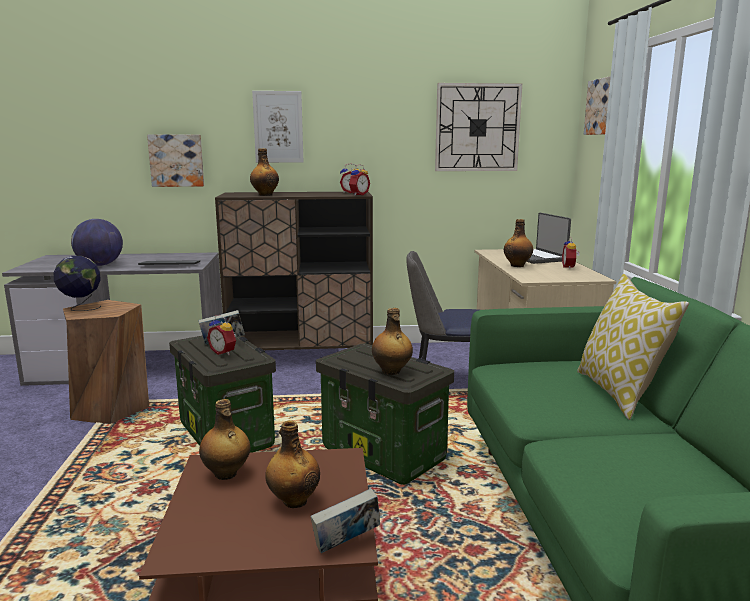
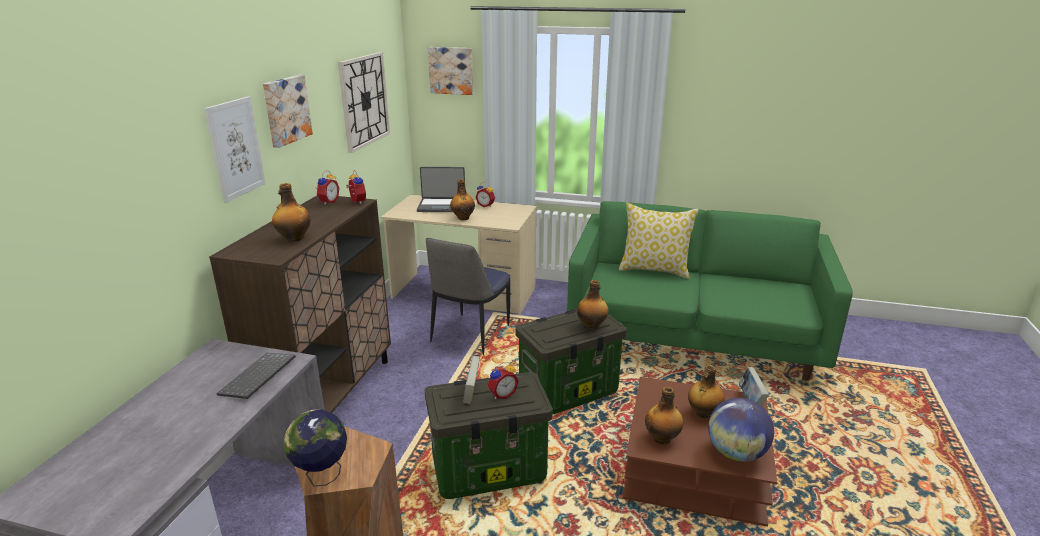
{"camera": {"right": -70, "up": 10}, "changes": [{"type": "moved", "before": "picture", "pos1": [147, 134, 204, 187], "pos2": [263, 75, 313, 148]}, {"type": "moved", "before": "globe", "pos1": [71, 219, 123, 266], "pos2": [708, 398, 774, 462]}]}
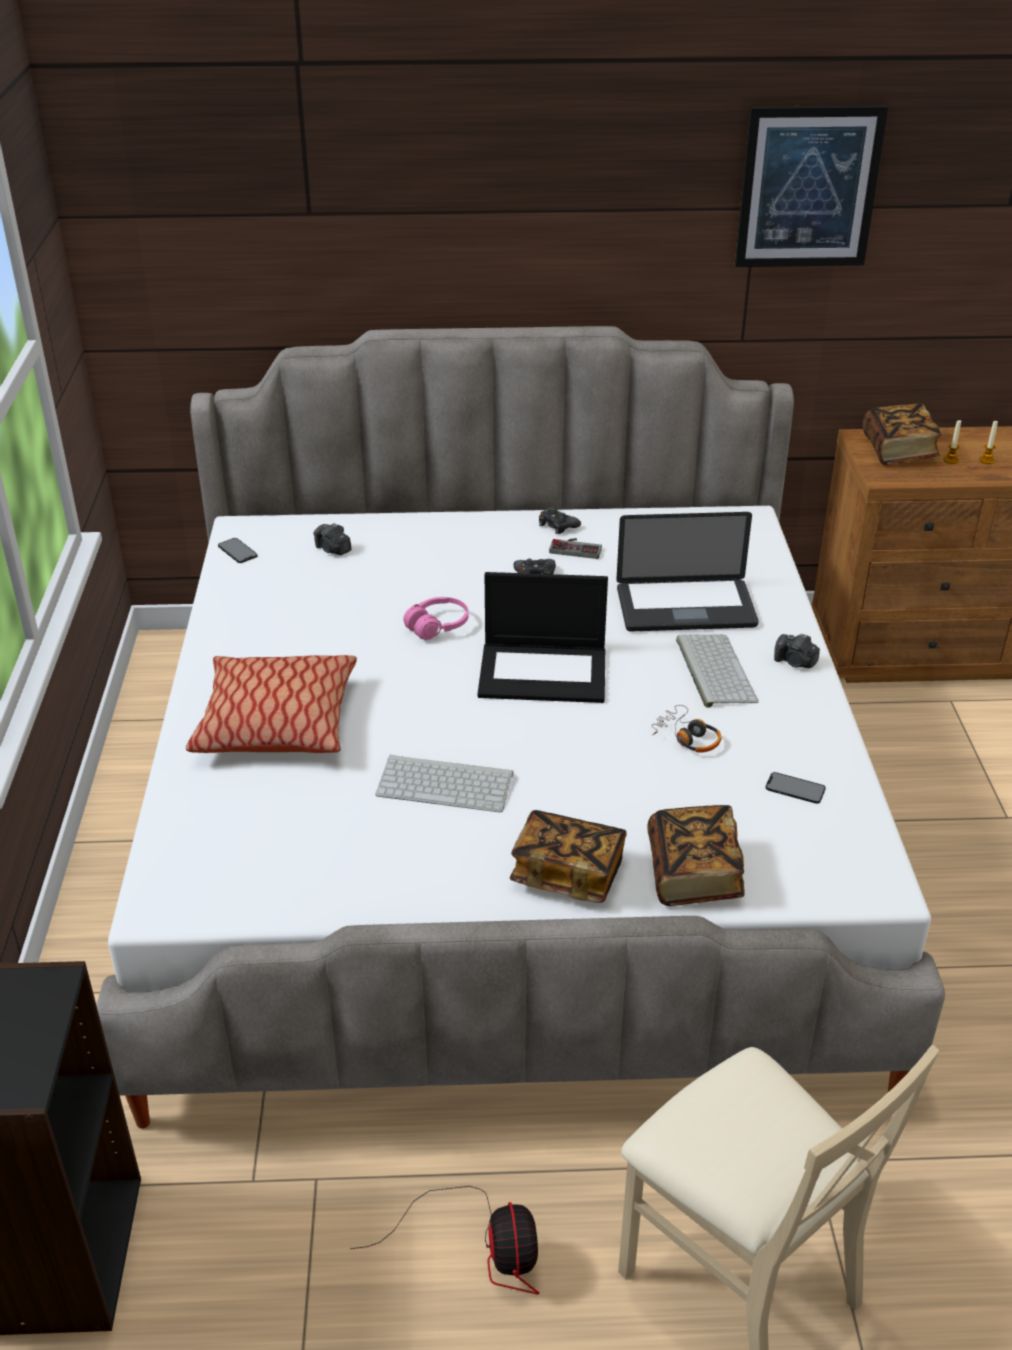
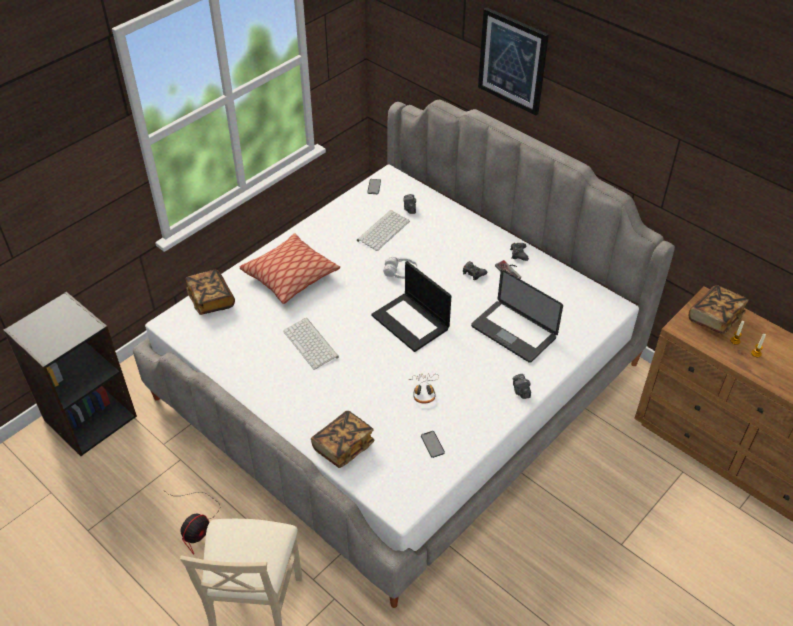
{"camera": {"right": 45, "up": 10}, "changes": [{"type": "moved", "before": "picture", "pos1": [735, 105, 888, 267], "pos2": [478, 7, 549, 116]}, {"type": "recoloured", "before": "headphones (pink)", "after": "headphones (white)", "pos1": [403, 597, 469, 640], "pos2": [383, 257, 418, 279]}, {"type": "moved", "before": "keyboard", "pos1": [676, 634, 759, 708], "pos2": [357, 210, 410, 251]}, {"type": "moved", "before": "book", "pos1": [510, 810, 627, 903], "pos2": [186, 270, 235, 315]}]}
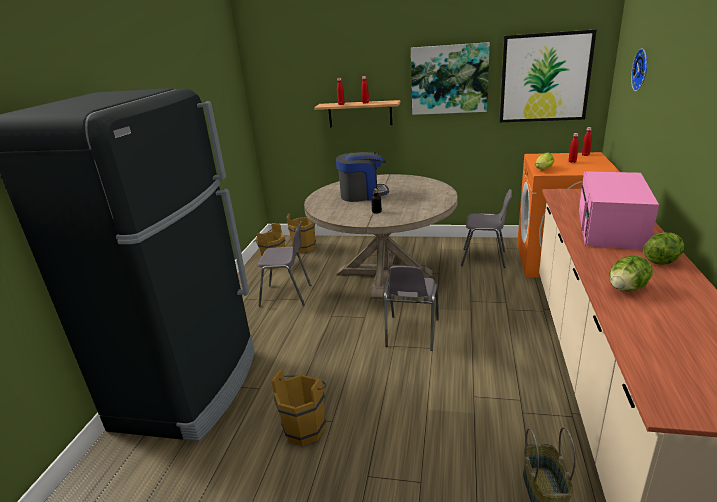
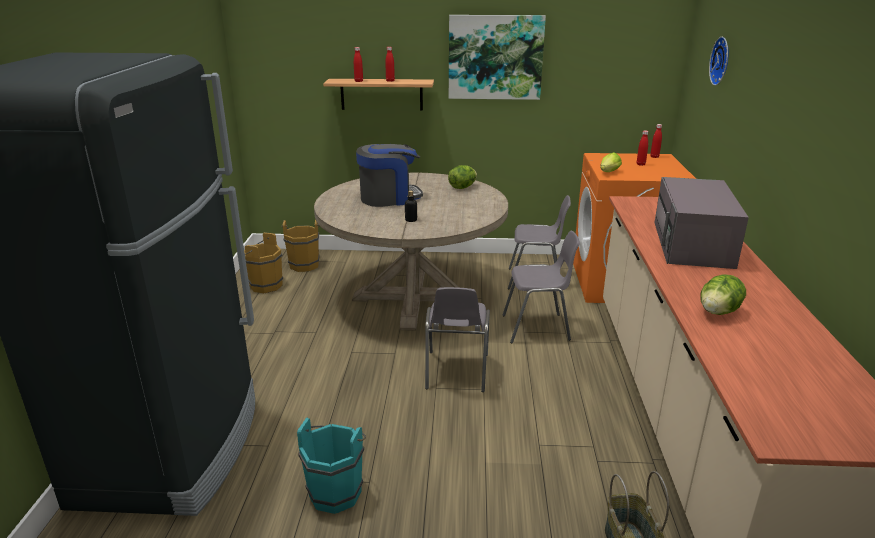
{"camera": {"right": -10, "up": 0}, "changes": [{"type": "removed", "before": "picture", "pos1": [500, 29, 597, 122]}, {"type": "recoloured", "before": "microwave (pink)", "after": "microwave (grey)", "pos1": [579, 171, 659, 250], "pos2": [655, 177, 749, 269]}, {"type": "moved", "before": "chair (grey)", "pos1": [257, 221, 311, 307], "pos2": [502, 231, 580, 343]}, {"type": "moved", "before": "lettuce", "pos1": [643, 232, 684, 265], "pos2": [448, 165, 477, 189]}, {"type": "recoloured", "before": "bucket (brown)", "after": "bucket (turquoise)", "pos1": [271, 369, 326, 446], "pos2": [297, 418, 366, 514]}]}
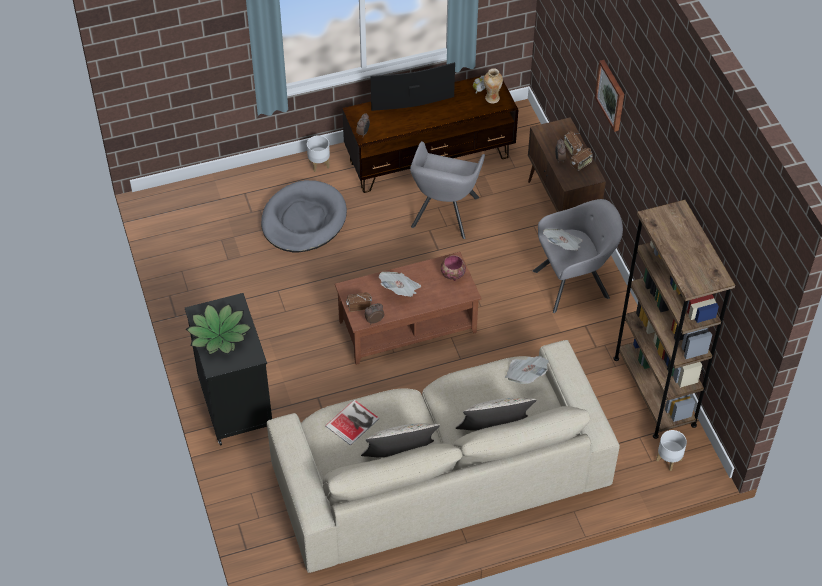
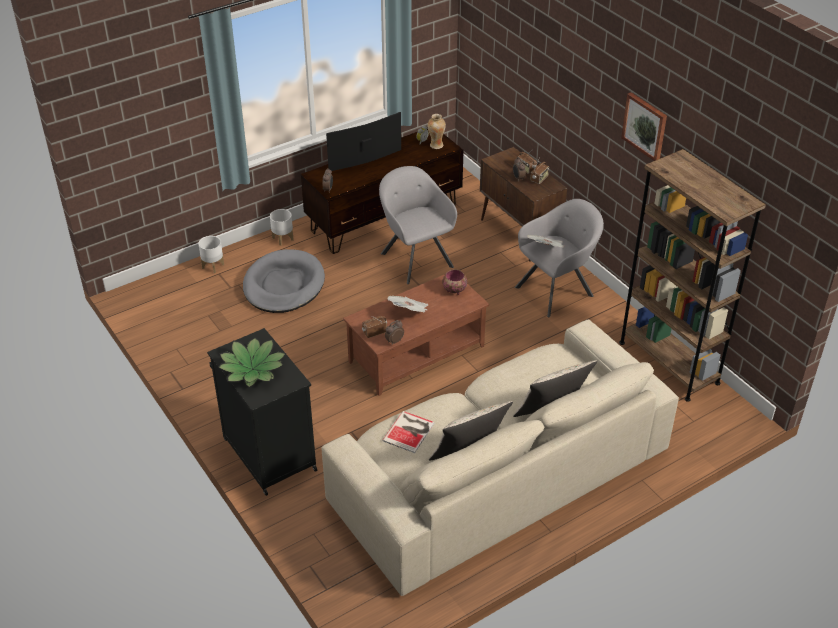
{"camera": {"right": -15, "up": -10}, "changes": [{"type": "moved", "before": "picture", "pos1": [595, 60, 624, 132], "pos2": [621, 92, 667, 161]}, {"type": "turned", "before": "armchair (grey)", "pos1": [410, 141, 485, 239], "pos2": [379, 166, 457, 284], "turn": 150}, {"type": "removed", "before": "newspaper", "pos1": [505, 356, 549, 384]}, {"type": "moved", "before": "planter (white)", "pos1": [656, 430, 687, 471], "pos2": [198, 236, 224, 273]}]}
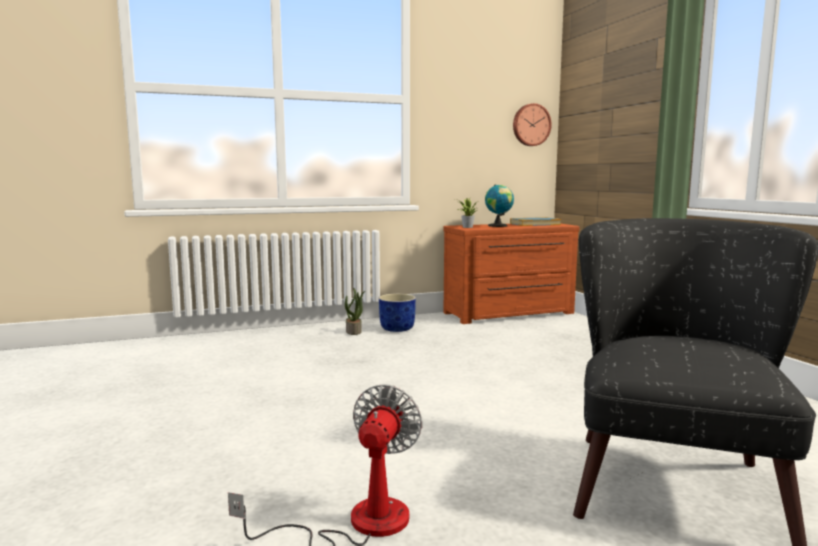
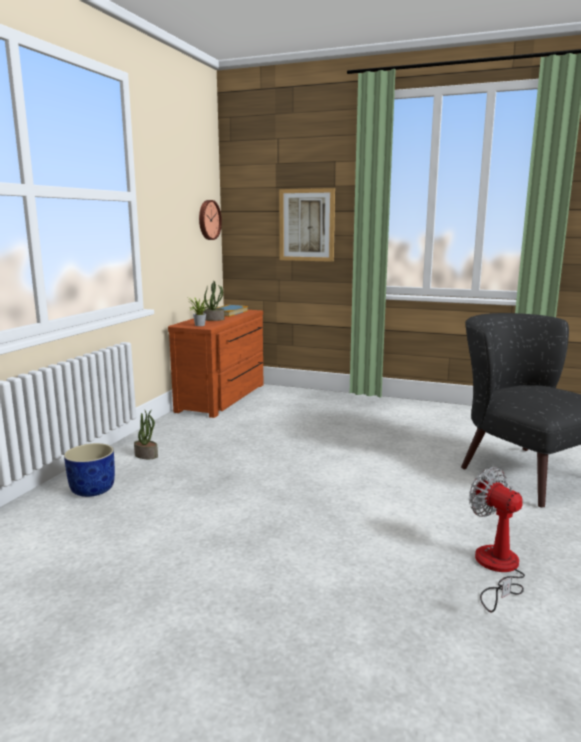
{"camera": {"right": -50, "up": 5}, "changes": [{"type": "replaced", "before": "globe", "after": "potted plant", "pos1": [485, 184, 514, 227], "pos2": [203, 281, 225, 321]}, {"type": "moved", "before": "planter (blue)", "pos1": [379, 294, 416, 332], "pos2": [64, 443, 115, 497]}, {"type": "added", "after": "picture", "pos2": [279, 188, 335, 262]}]}
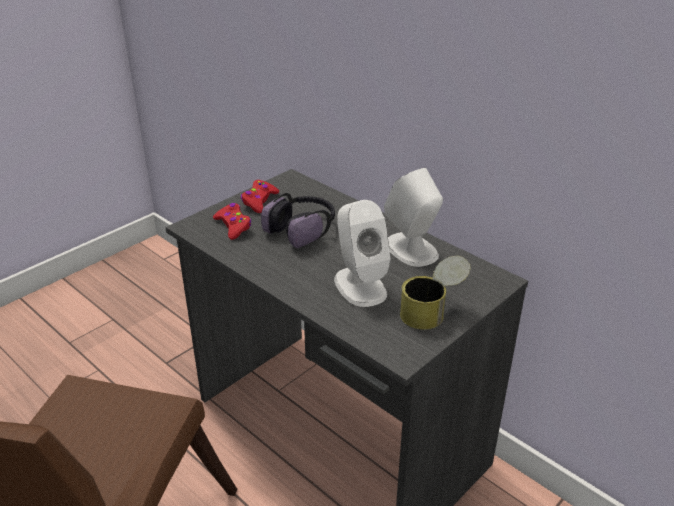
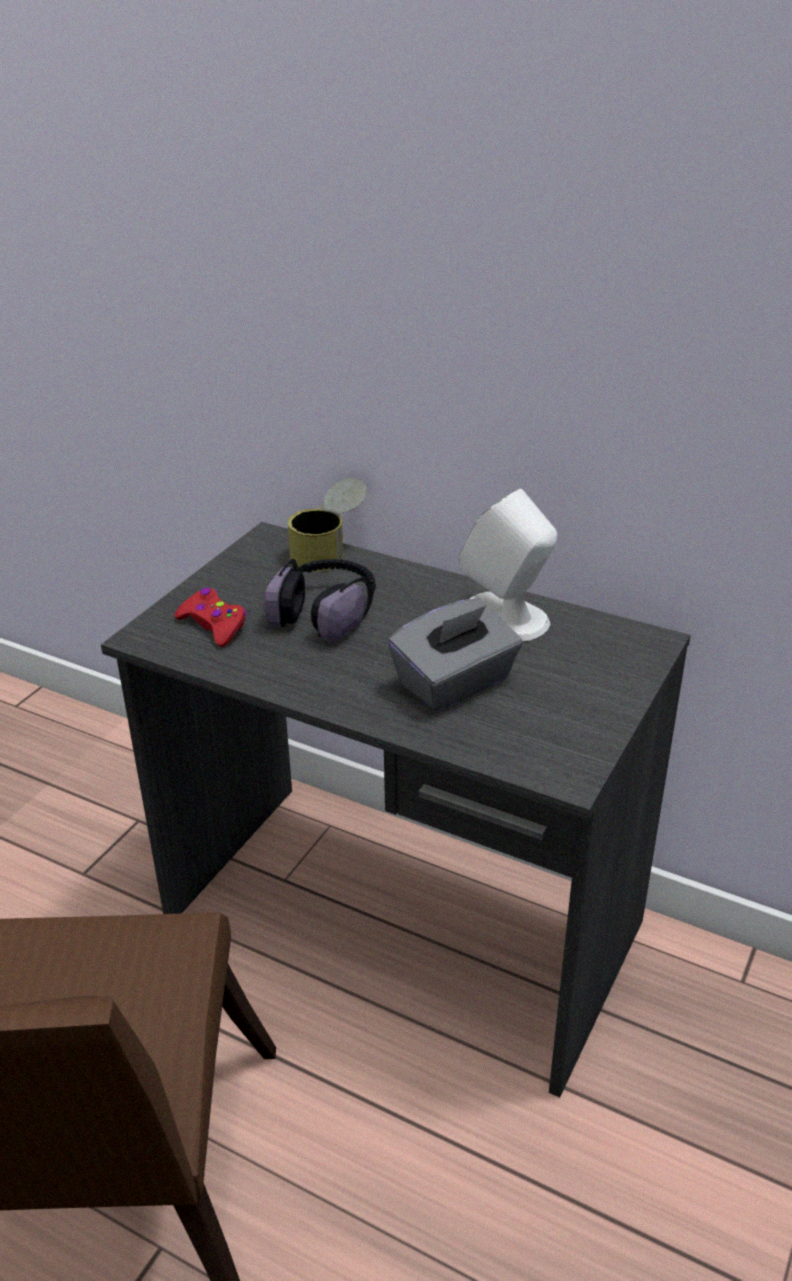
{"camera": {"right": -15, "up": 0}, "changes": [{"type": "removed", "before": "game controller (red)", "pos1": [241, 180, 279, 213]}, {"type": "replaced", "before": "speaker (white)", "after": "tissue box (grey)", "pos1": [334, 200, 391, 307], "pos2": [388, 599, 523, 712]}, {"type": "moved", "before": "can", "pos1": [400, 256, 471, 330], "pos2": [287, 478, 367, 572]}]}
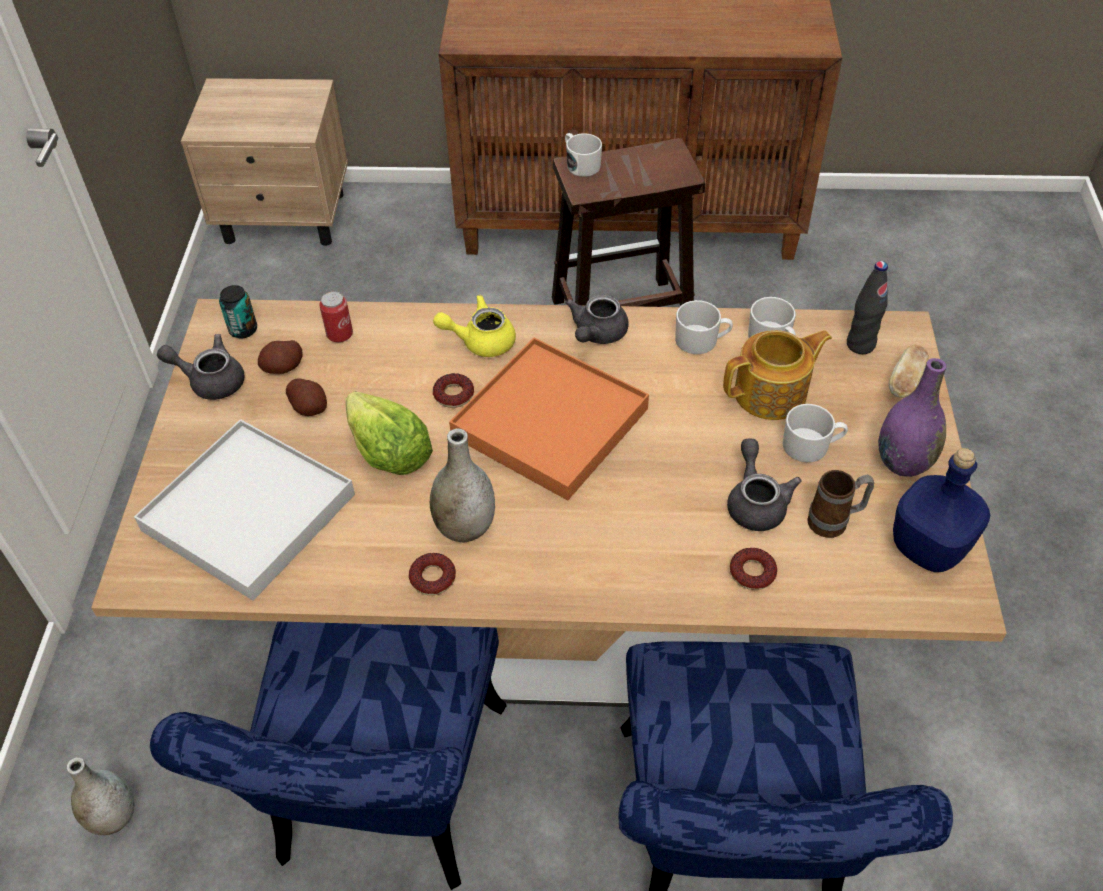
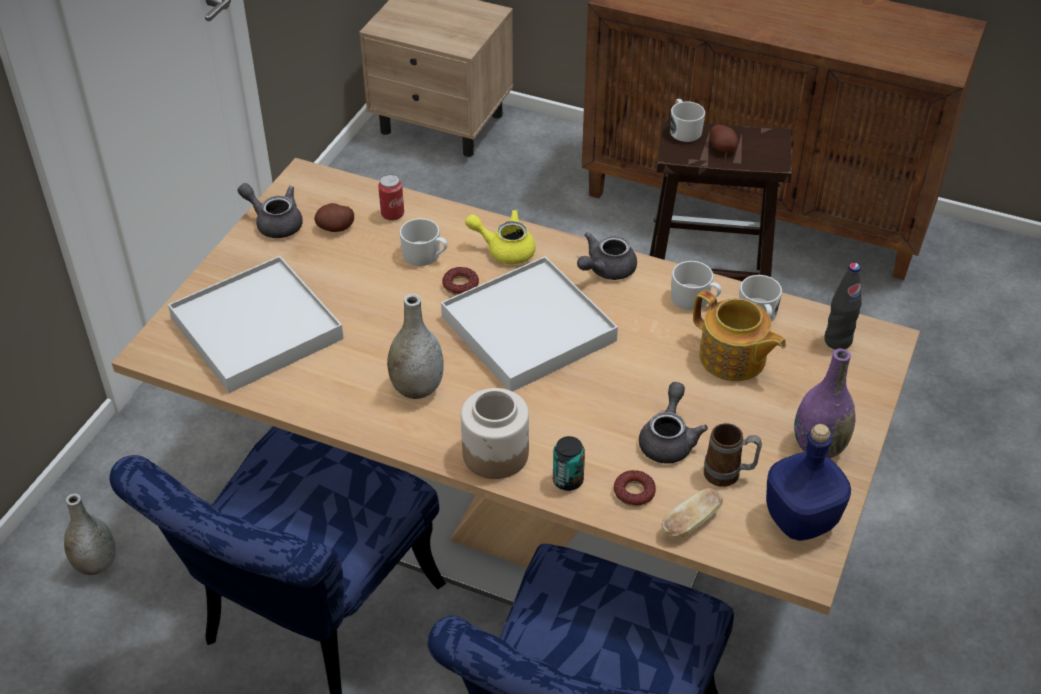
{"camera": {"right": 20, "up": -5}, "changes": [{"type": "moved", "before": "can", "pos1": [219, 285, 257, 339], "pos2": [553, 436, 585, 491]}, {"type": "turned", "before": "teapot", "pos1": [723, 330, 832, 420], "pos2": [693, 290, 786, 381], "turn": 45}, {"type": "recoloured", "before": "tray (orange)", "after": "tray (white)", "pos1": [449, 338, 649, 501], "pos2": [441, 256, 618, 392]}, {"type": "moved", "before": "bread", "pos1": [889, 345, 929, 398], "pos2": [661, 488, 723, 538]}, {"type": "moved", "before": "potato", "pos1": [286, 378, 327, 416], "pos2": [710, 124, 738, 153]}, {"type": "removed", "before": "lettuce", "pos1": [345, 392, 433, 475]}, {"type": "moved", "before": "mug (white)", "pos1": [782, 404, 848, 462], "pos2": [399, 218, 447, 266]}, {"type": "removed", "before": "donut", "pos1": [409, 553, 456, 595]}, {"type": "added", "after": "jar", "pos2": [461, 388, 529, 479]}]}
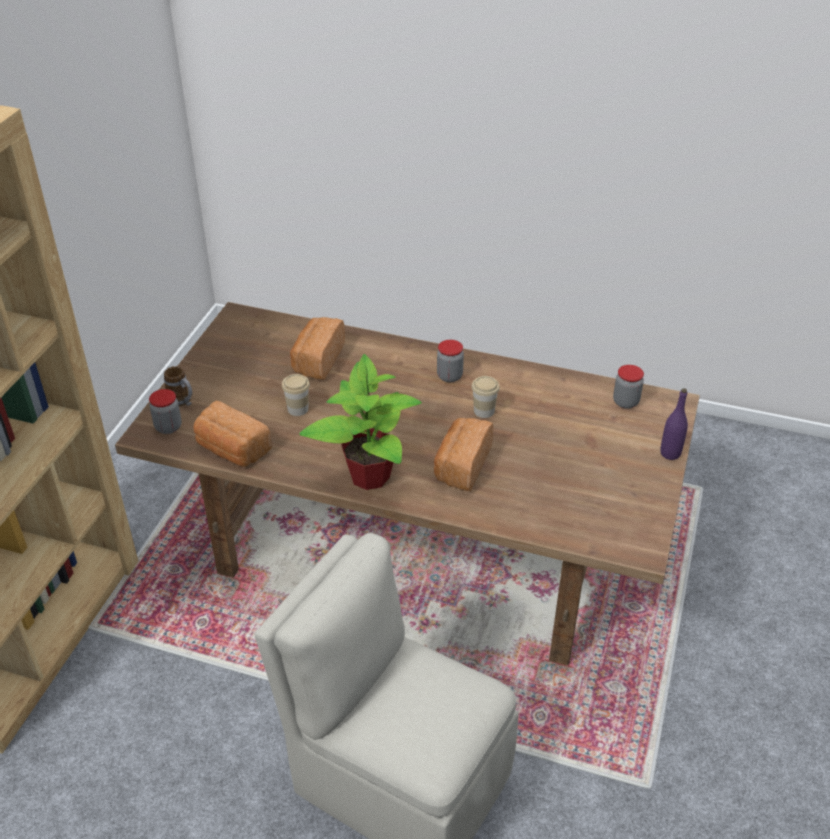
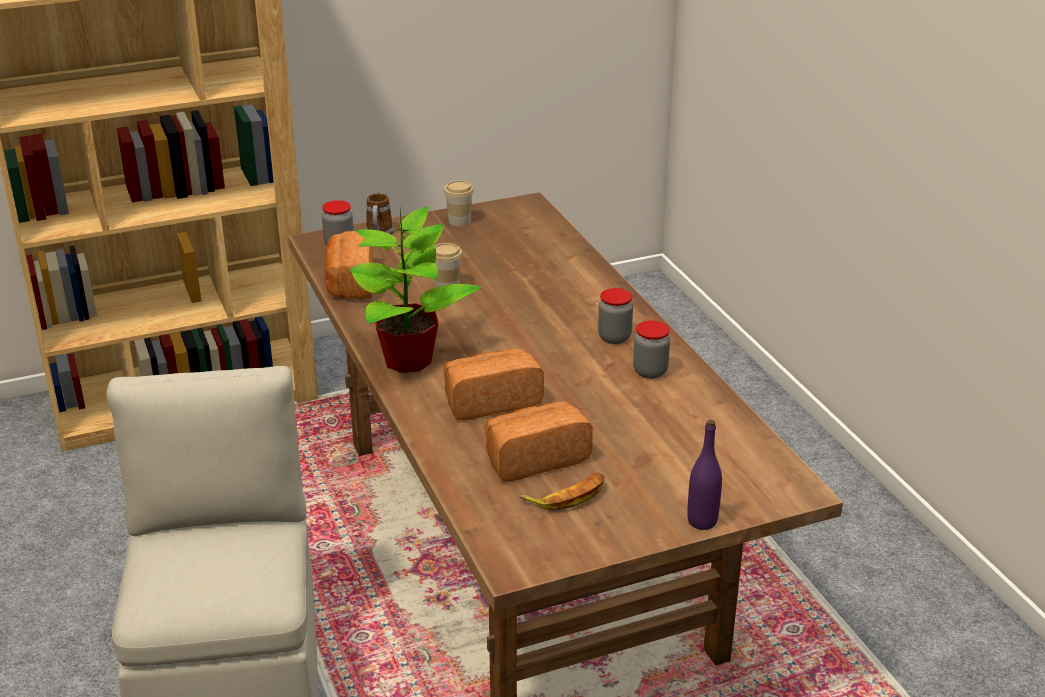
{"camera": {"right": 50, "up": -10}, "changes": [{"type": "moved", "before": "bread", "pos1": [290, 317, 345, 380], "pos2": [485, 401, 593, 482]}, {"type": "moved", "before": "jar", "pos1": [613, 365, 644, 409], "pos2": [633, 320, 670, 379]}, {"type": "moved", "before": "cup", "pos1": [471, 376, 500, 418], "pos2": [444, 180, 474, 226]}, {"type": "added", "after": "banana", "pos2": [520, 472, 605, 510]}]}
